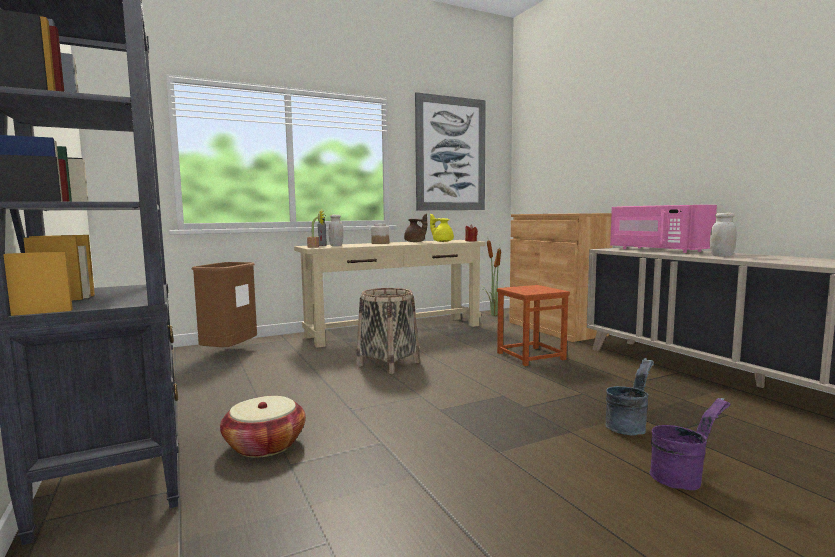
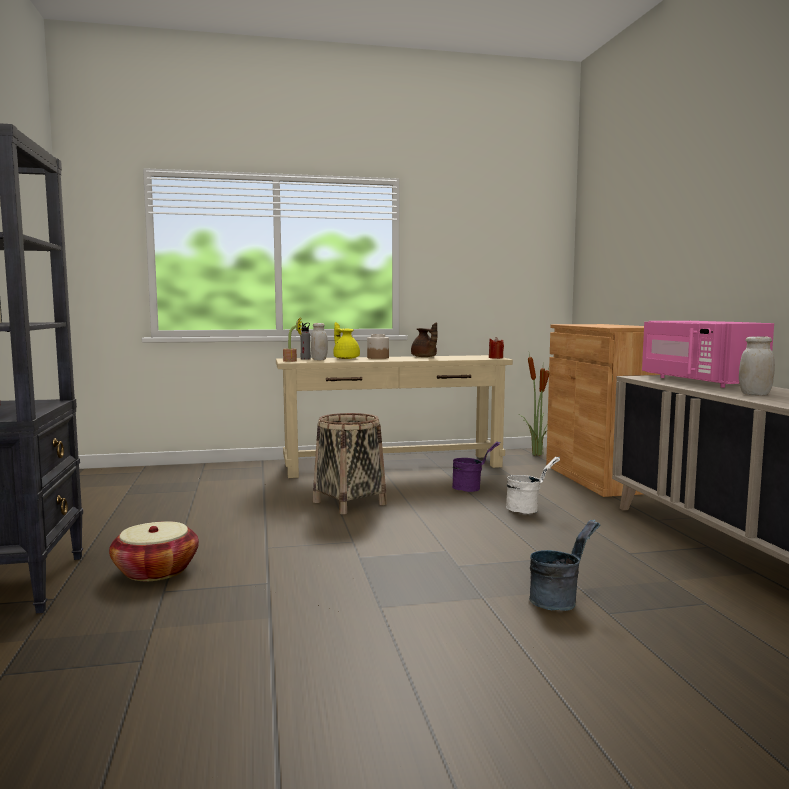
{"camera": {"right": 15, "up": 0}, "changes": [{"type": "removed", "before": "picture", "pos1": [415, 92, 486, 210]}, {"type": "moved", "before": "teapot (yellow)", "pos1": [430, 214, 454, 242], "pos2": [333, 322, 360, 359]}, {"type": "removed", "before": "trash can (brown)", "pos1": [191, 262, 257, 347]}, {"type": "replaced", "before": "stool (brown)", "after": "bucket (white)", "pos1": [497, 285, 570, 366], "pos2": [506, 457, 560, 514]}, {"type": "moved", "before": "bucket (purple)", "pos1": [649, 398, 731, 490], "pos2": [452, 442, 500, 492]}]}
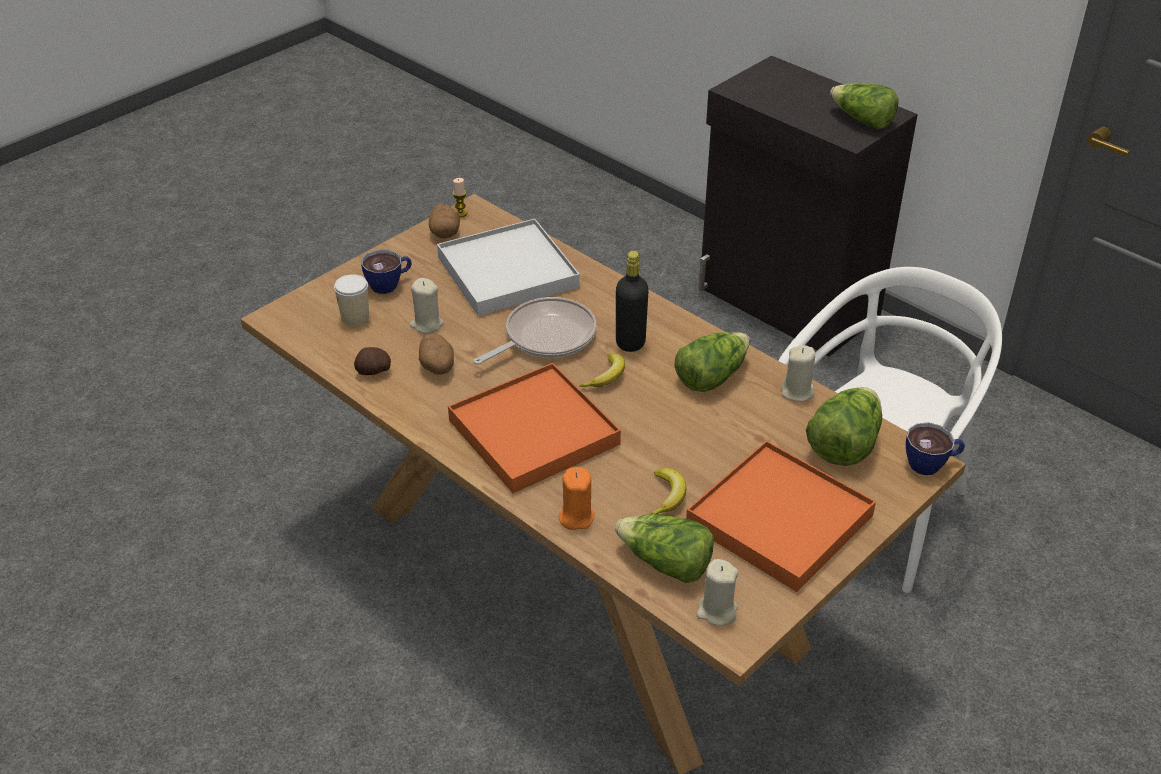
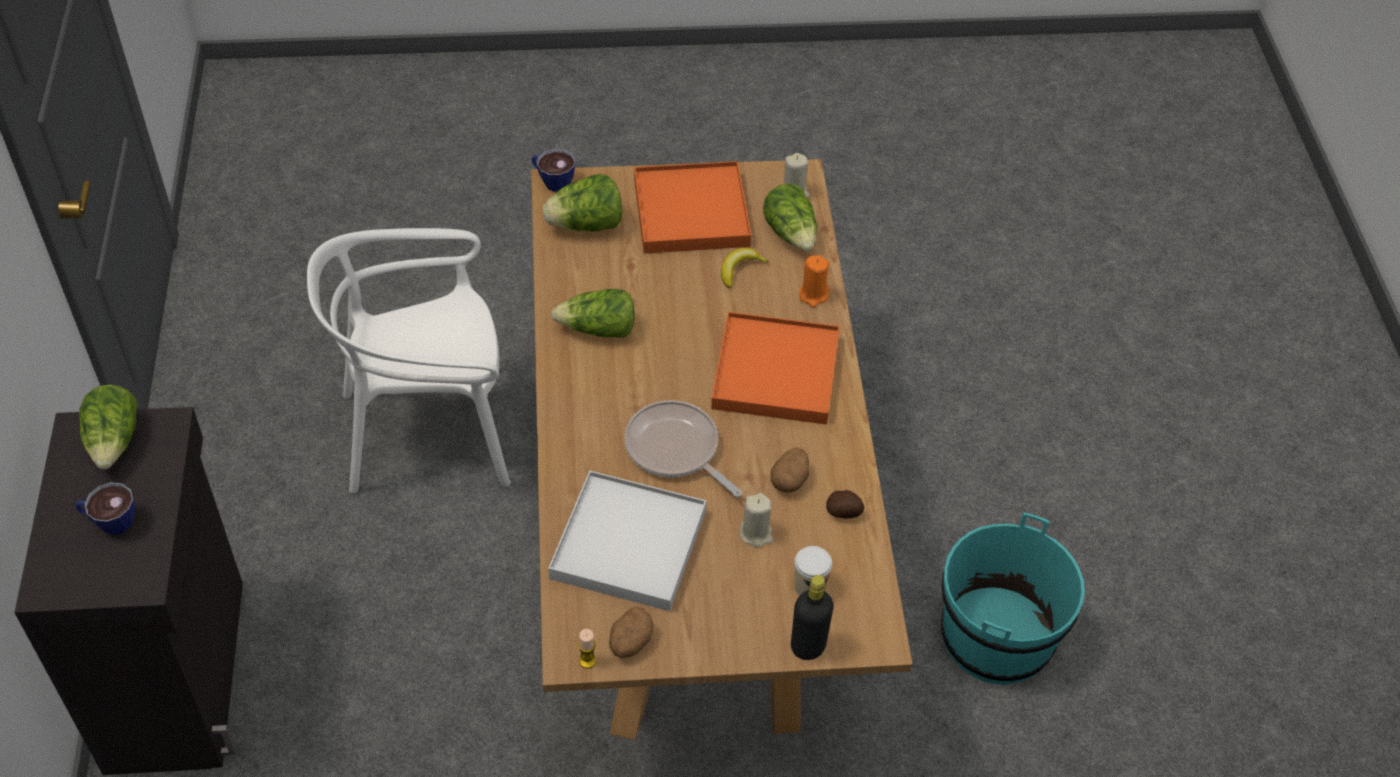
{"camera": {"right": -140, "up": 10}, "changes": [{"type": "moved", "before": "cup", "pos1": [361, 250, 412, 294], "pos2": [75, 482, 135, 535]}, {"type": "moved", "before": "bottle (black)", "pos1": [616, 251, 649, 352], "pos2": [791, 575, 834, 660]}, {"type": "turned", "before": "frying pan", "pos1": [473, 297, 596, 365], "pos2": [624, 400, 743, 497], "turn": 45}, {"type": "removed", "before": "candle (beige)", "pos1": [781, 345, 815, 402]}, {"type": "removed", "before": "banana", "pos1": [579, 353, 625, 387]}, {"type": "added", "after": "bucket (turquoise)", "pos2": [941, 512, 1085, 685]}]}
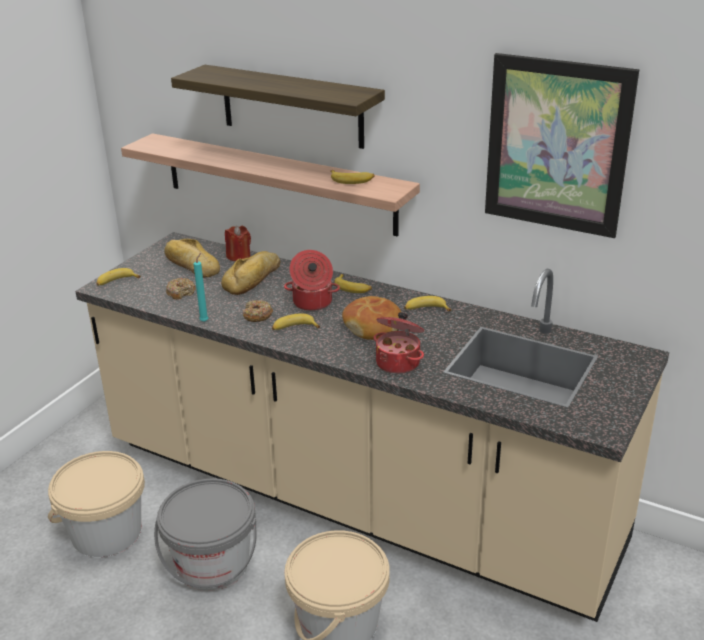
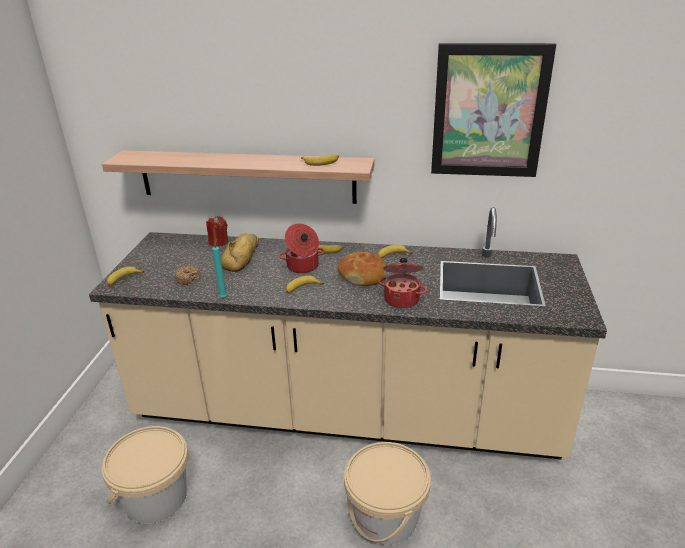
{"camera": {"right": -20, "up": 0}, "changes": [{"type": "removed", "before": "shelf", "pos1": [171, 65, 385, 149]}, {"type": "removed", "before": "bread", "pos1": [164, 239, 220, 278]}, {"type": "removed", "before": "donut", "pos1": [243, 300, 273, 322]}, {"type": "removed", "before": "bucket (grey)", "pos1": [154, 478, 257, 591]}]}
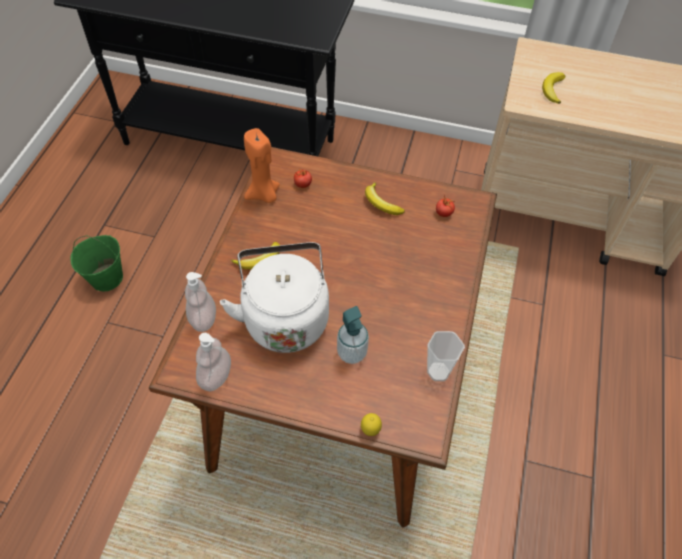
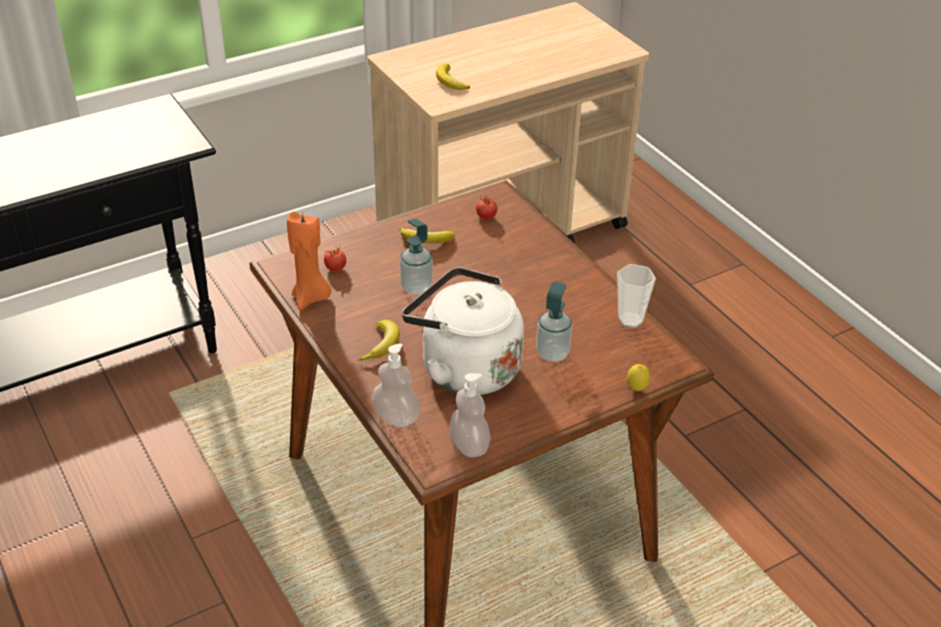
{"camera": {"right": -45, "up": -15}, "changes": [{"type": "removed", "before": "bucket (green)", "pos1": [70, 235, 123, 291]}, {"type": "added", "after": "soap dispenser", "pos2": [400, 219, 433, 295]}]}
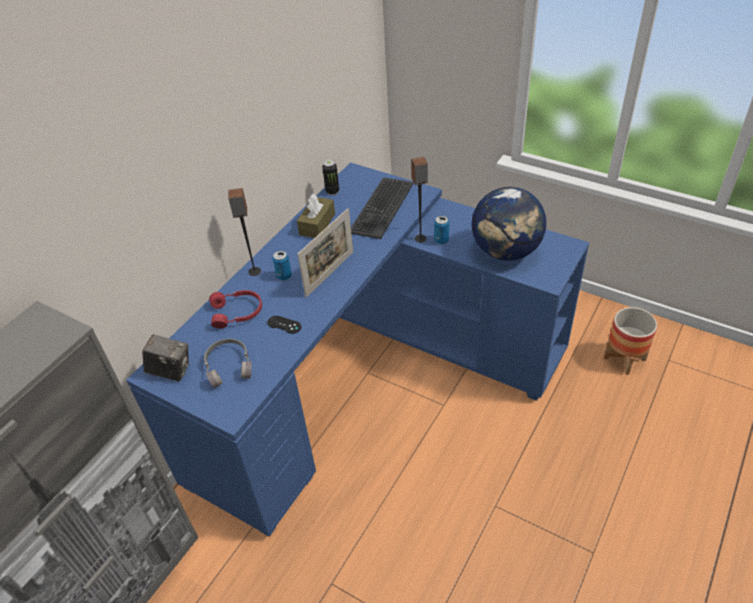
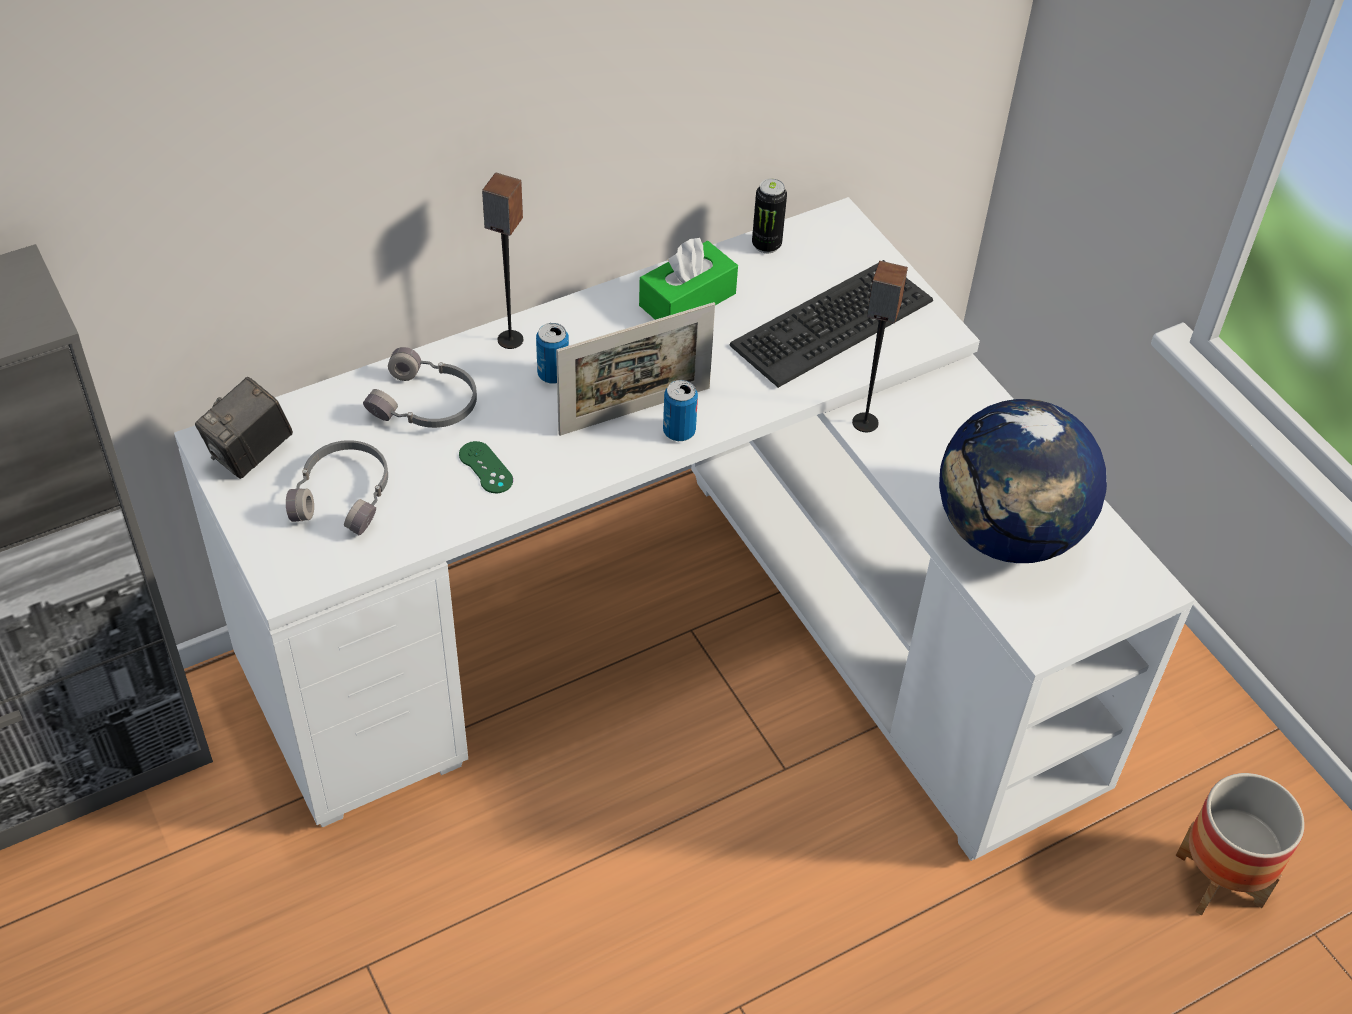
{"camera": {"right": 25, "up": 5}, "changes": [{"type": "recoloured", "before": "desk (blue)", "after": "desk (white)", "pos1": [126, 162, 589, 537], "pos2": [174, 197, 1195, 861]}, {"type": "recoloured", "before": "tissue box (brown)", "after": "tissue box (green)", "pos1": [297, 194, 335, 238], "pos2": [639, 238, 738, 320]}, {"type": "moved", "before": "can", "pos1": [434, 216, 449, 244], "pos2": [663, 380, 698, 441]}, {"type": "recoloured", "before": "headphones (red)", "after": "headphones (grey)", "pos1": [209, 290, 262, 328], "pos2": [363, 347, 477, 428]}, {"type": "recoloured", "before": "game controller (black)", "after": "game controller (green)", "pos1": [267, 316, 301, 334], "pos2": [459, 441, 513, 493]}, {"type": "turned", "before": "photo camera", "pos1": [142, 334, 189, 381], "pos2": [195, 377, 293, 479], "turn": 90}]}
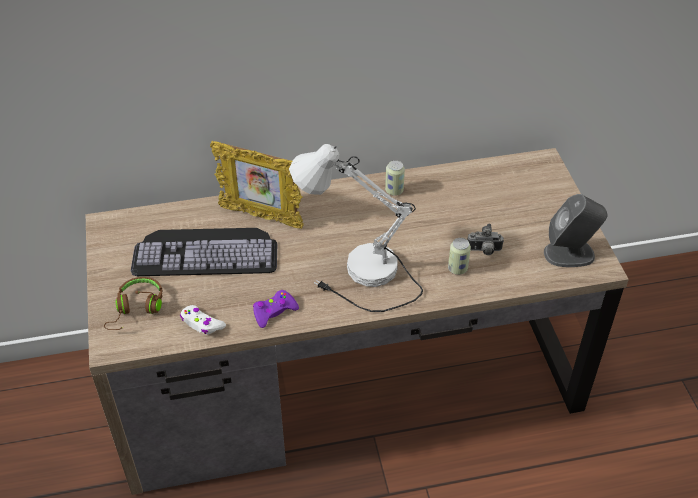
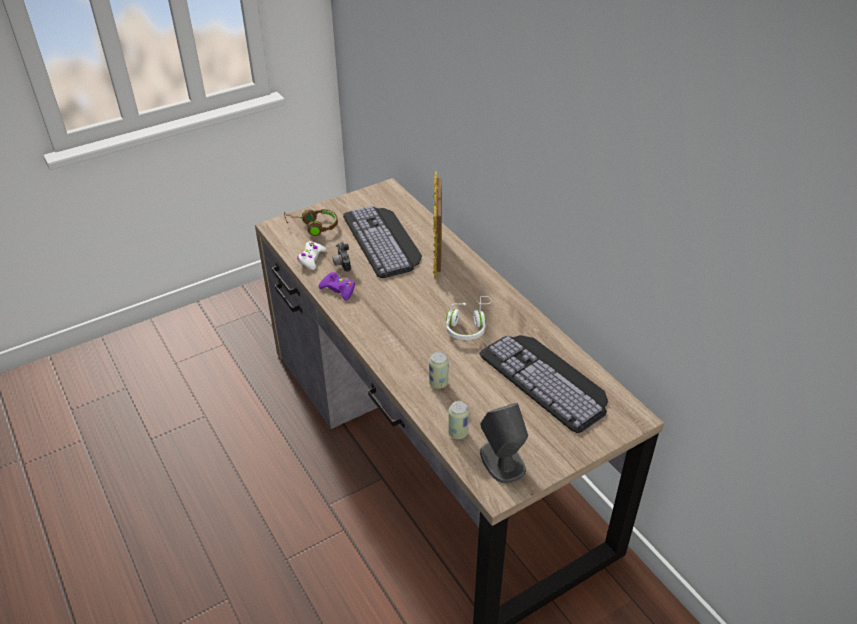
{"camera": {"right": 70, "up": -5}, "changes": [{"type": "removed", "before": "table lamp (white)", "pos1": [289, 144, 423, 312]}, {"type": "moved", "before": "can", "pos1": [385, 160, 405, 196], "pos2": [448, 401, 469, 439]}, {"type": "moved", "before": "photo camera", "pos1": [468, 224, 504, 255], "pos2": [332, 242, 351, 272]}, {"type": "added", "after": "headphones (white)", "pos2": [446, 296, 492, 340]}, {"type": "added", "after": "keyboard", "pos2": [479, 335, 608, 433]}]}
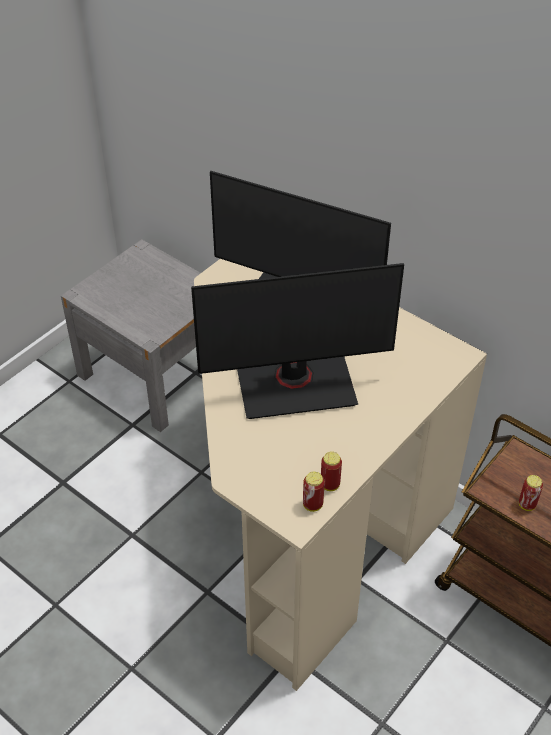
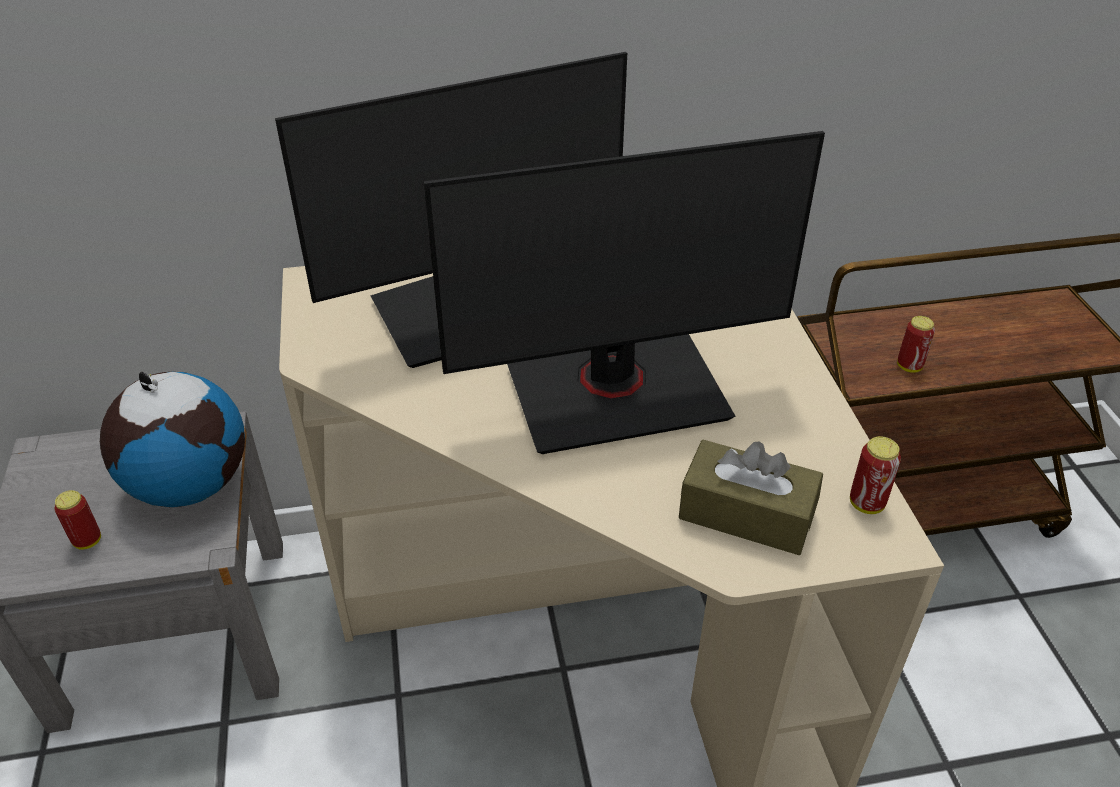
{"camera": {"right": -50, "up": -5}, "changes": [{"type": "turned", "before": "monitor", "pos1": [191, 263, 404, 419], "pos2": [424, 131, 825, 454], "turn": 45}, {"type": "moved", "before": "can", "pos1": [321, 451, 342, 491], "pos2": [54, 490, 101, 550]}, {"type": "added", "after": "globe", "pos2": [100, 372, 245, 507]}, {"type": "added", "after": "tissue box (brown)", "pos2": [679, 440, 823, 555]}]}
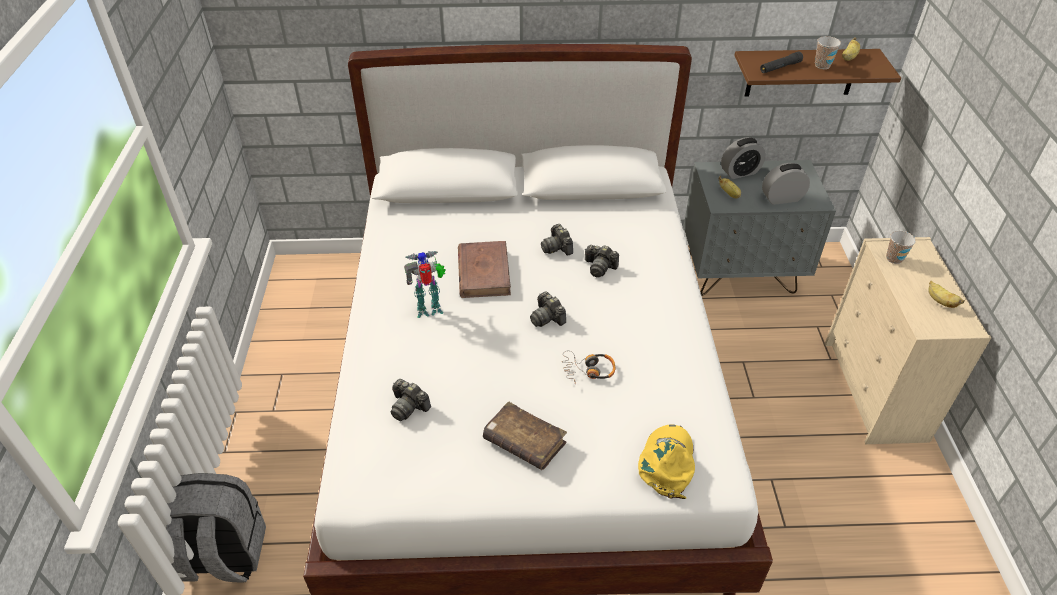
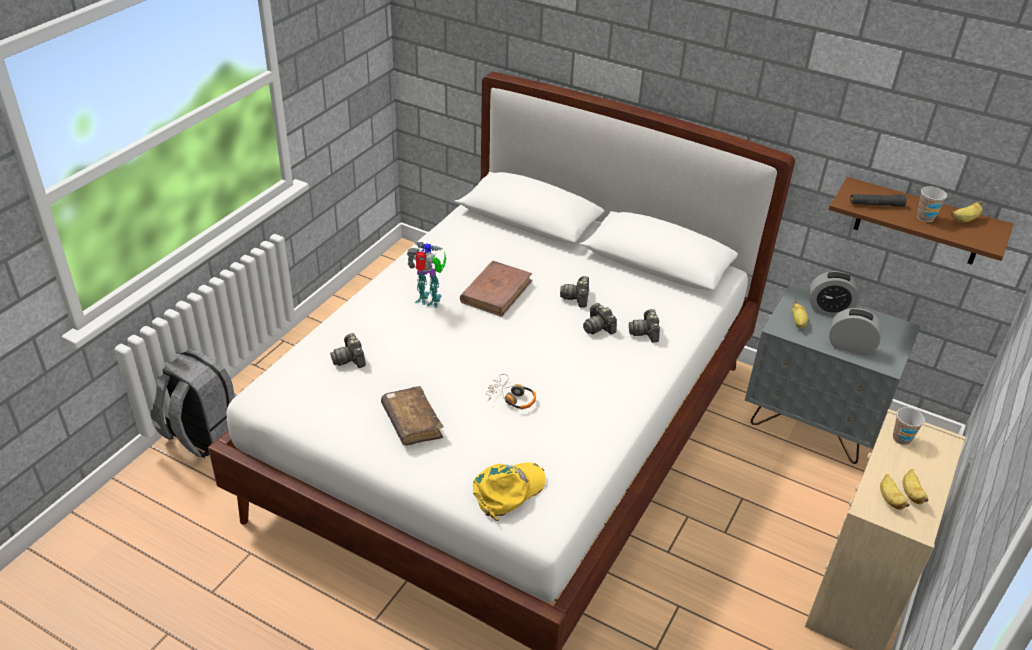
{"camera": {"right": 30, "up": -5}, "changes": [{"type": "moved", "before": "photo camera", "pos1": [530, 291, 566, 327], "pos2": [629, 309, 660, 343]}, {"type": "added", "after": "banana", "pos2": [880, 474, 909, 510]}]}
